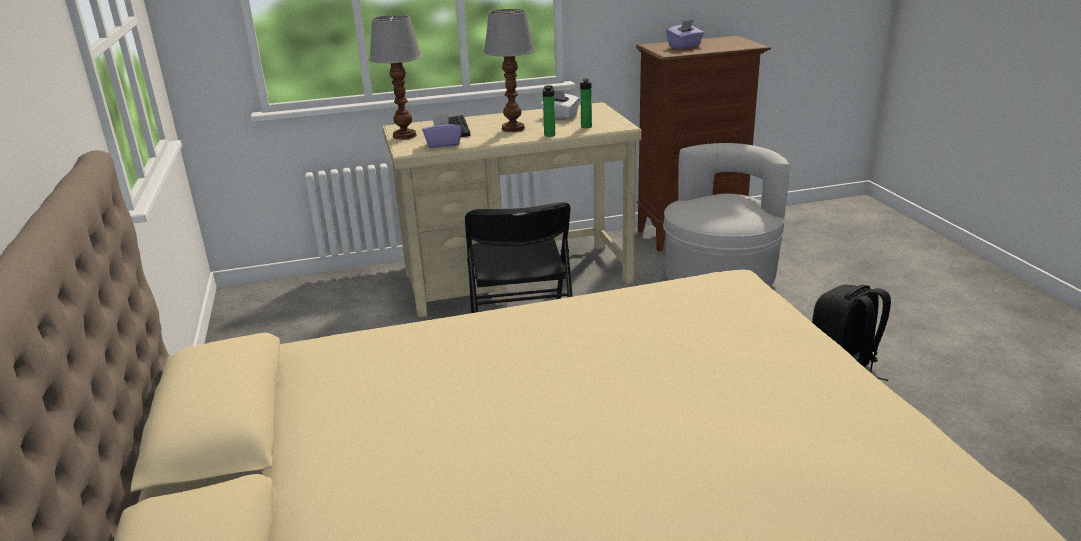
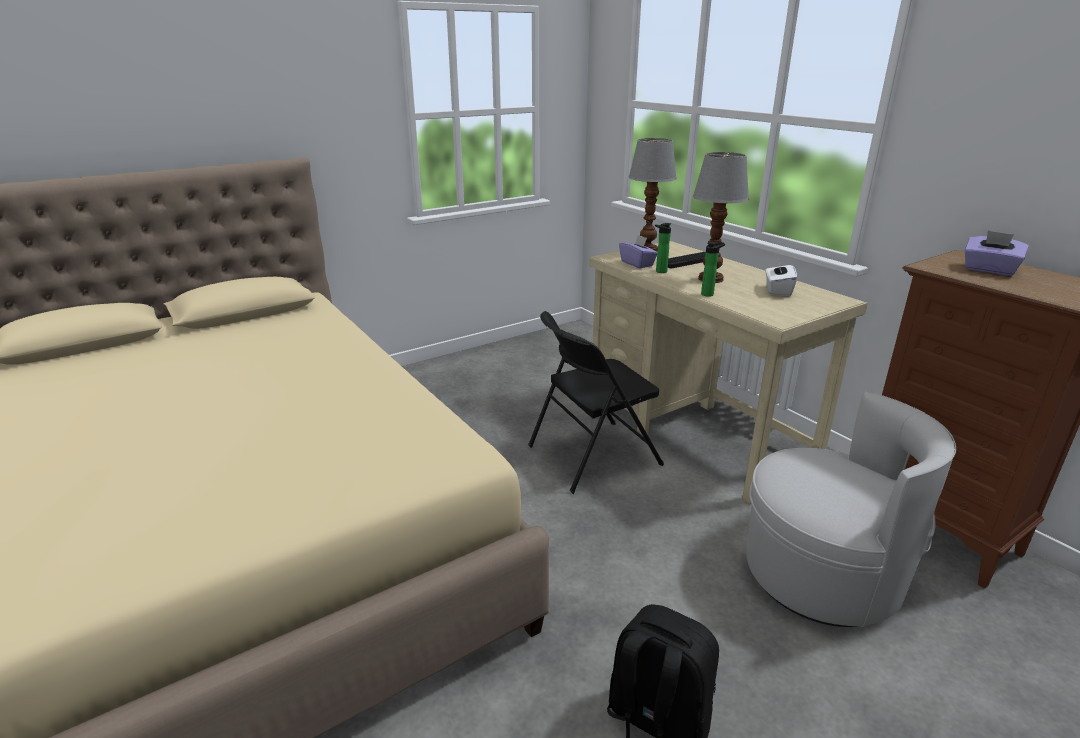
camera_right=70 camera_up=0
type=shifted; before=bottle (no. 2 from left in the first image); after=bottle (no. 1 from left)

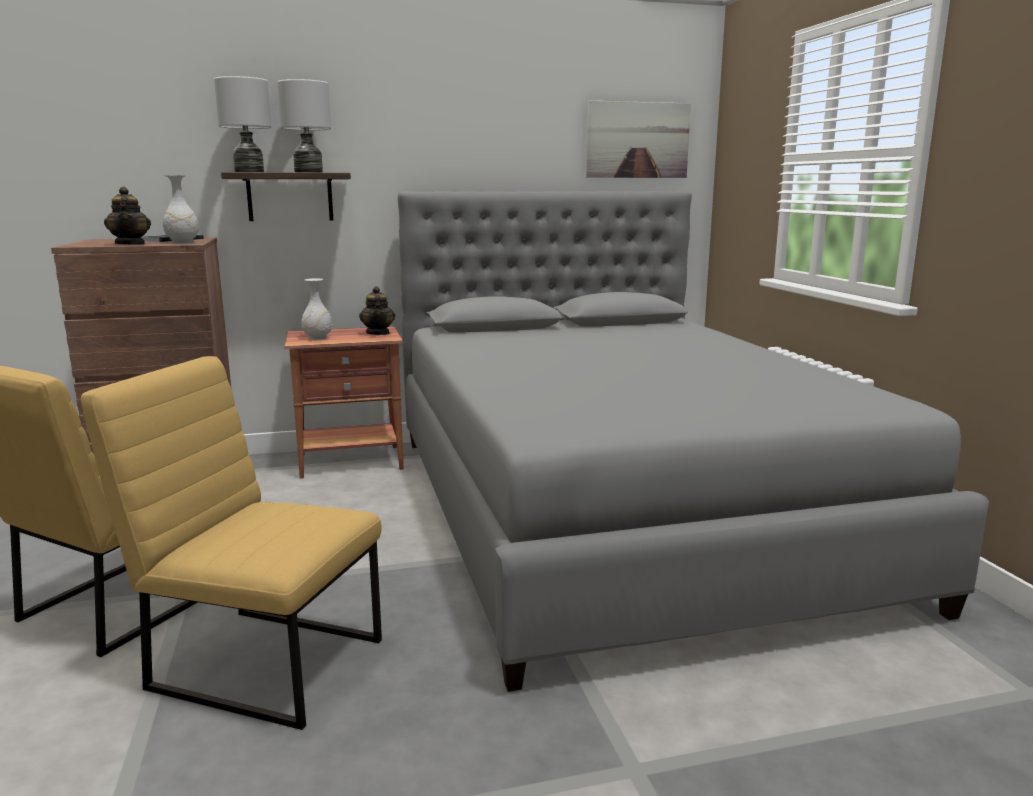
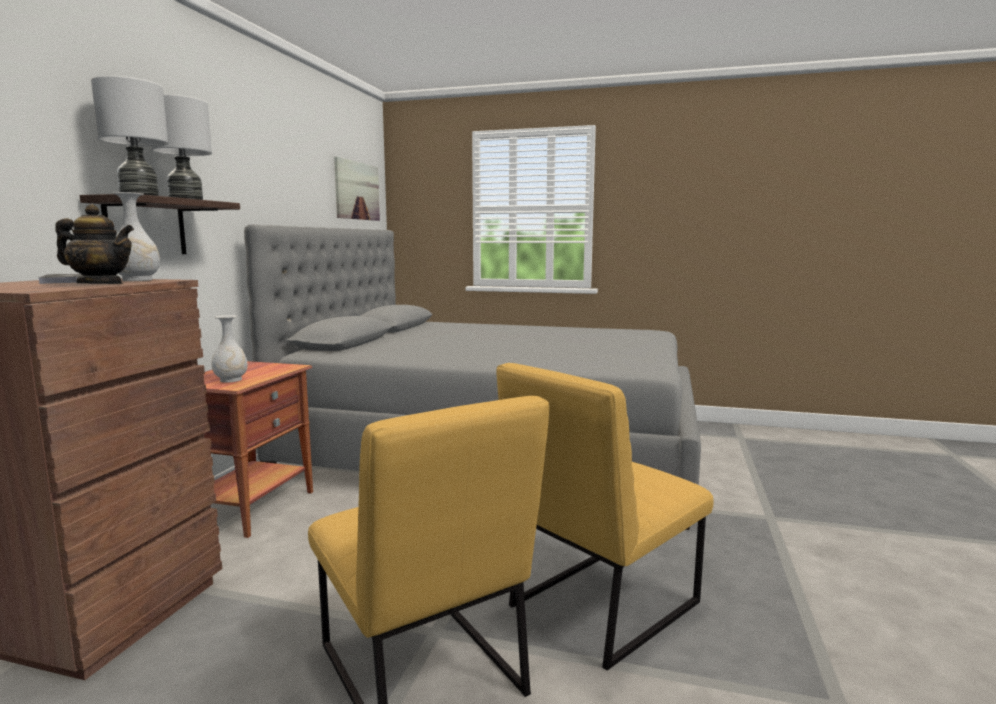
camera_right=-60 camera_up=-5
type=gone; before=teapot (no. 2 from left)

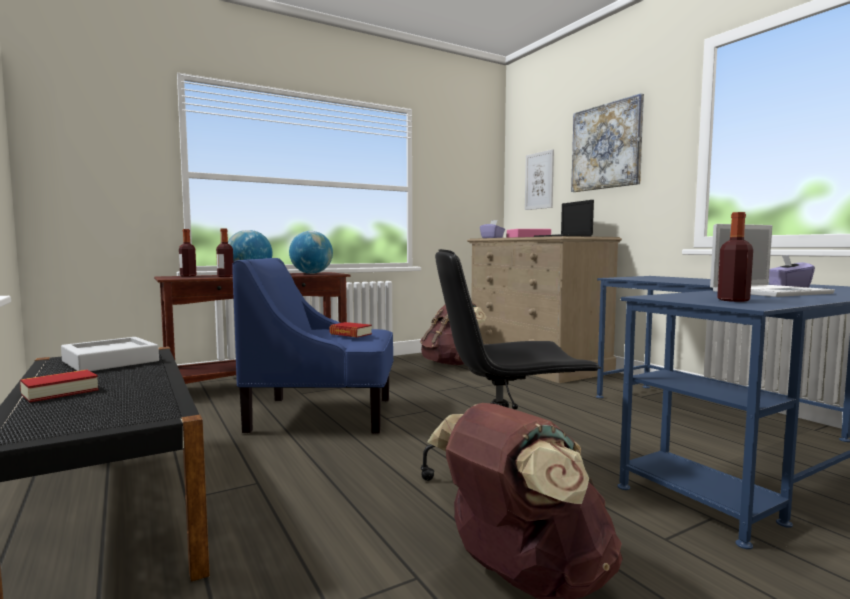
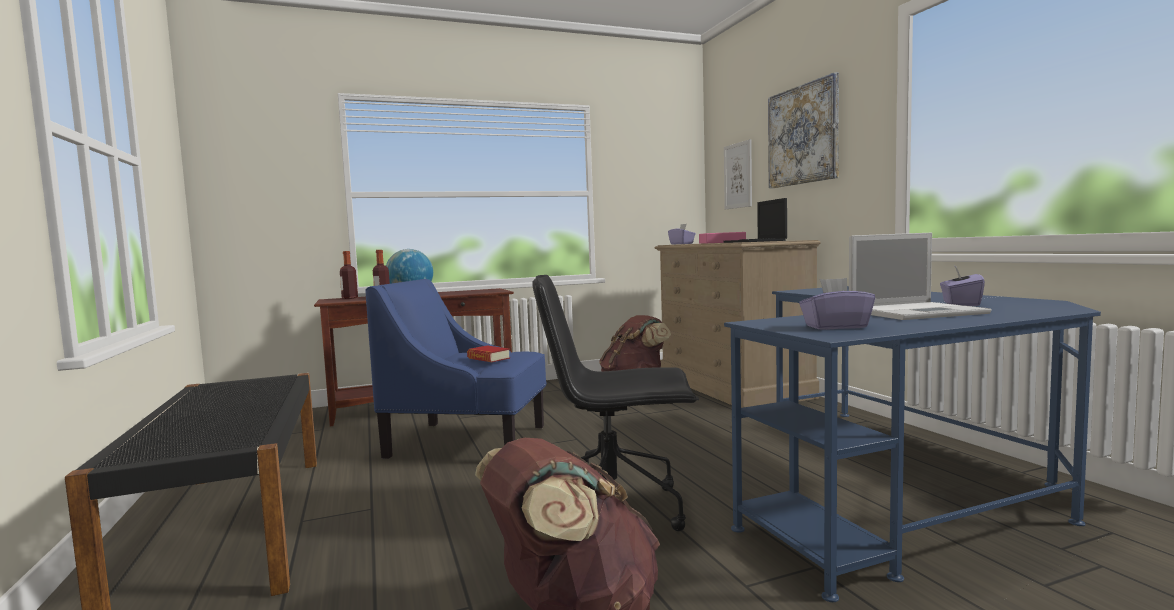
camera_right=10 camera_up=0
type=gone; before=book (no. 1 from left)
type=gone; before=tray/grey
type=gone; before=globe (no. 2 from left)
type=swapped; before=bottle (no. 3 from left); after=tissue box/purple (no. 2 from left)

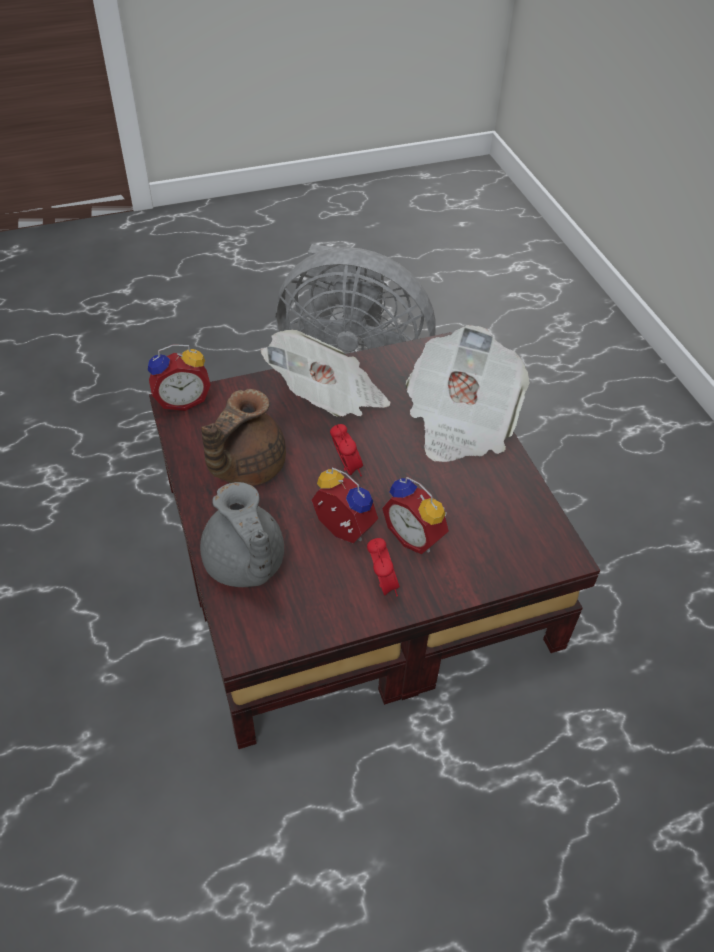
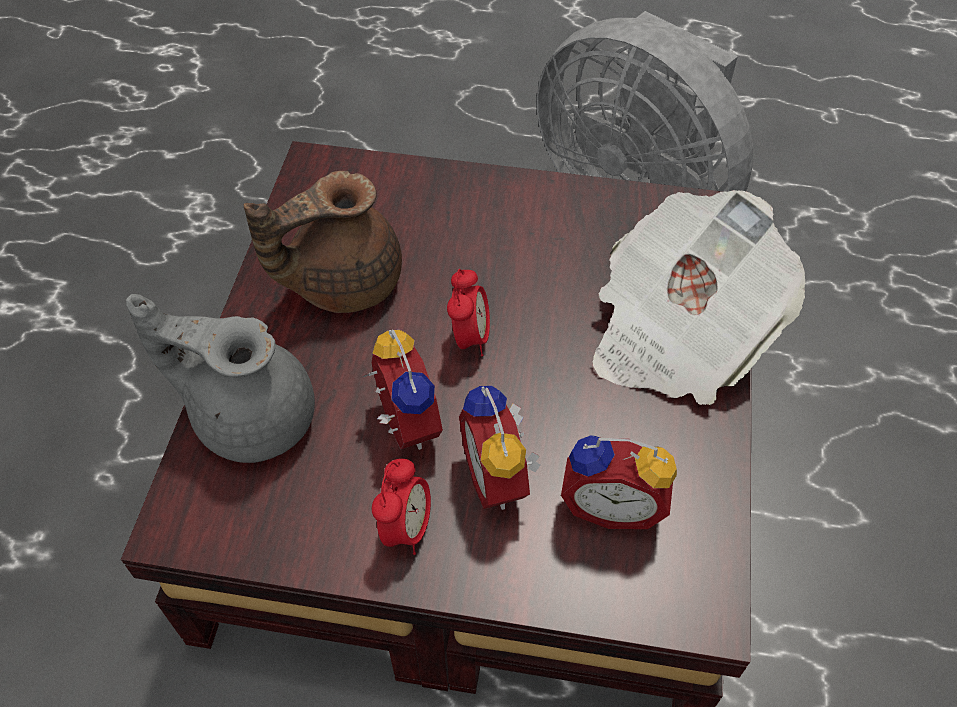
camera_right=30 camera_up=5
type=shifted; before=alarm clock (no. 1 from left in the first image); after=alarm clock (no. 5 from left)
type=rotated; before=teapot/grey; turn=105
type=gone; before=newspaper (no. 1 from left)

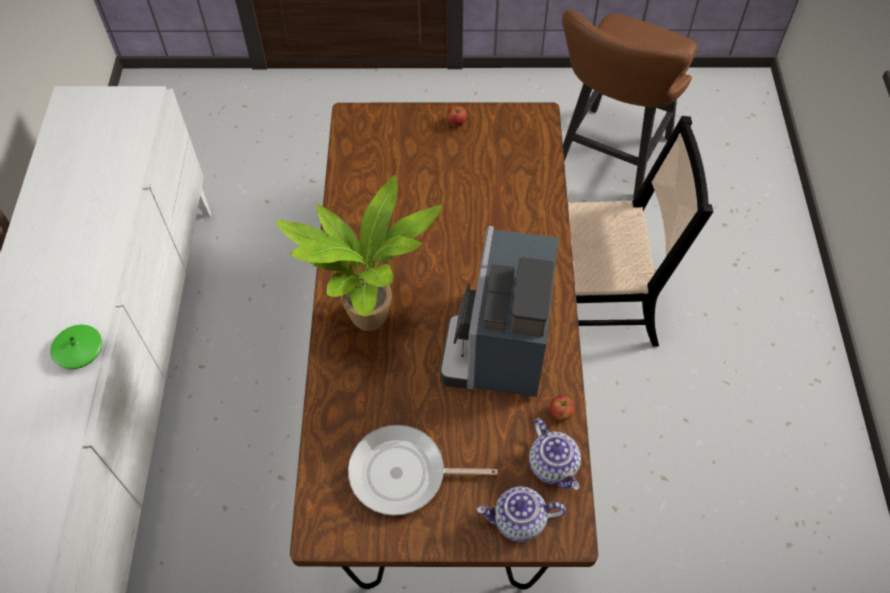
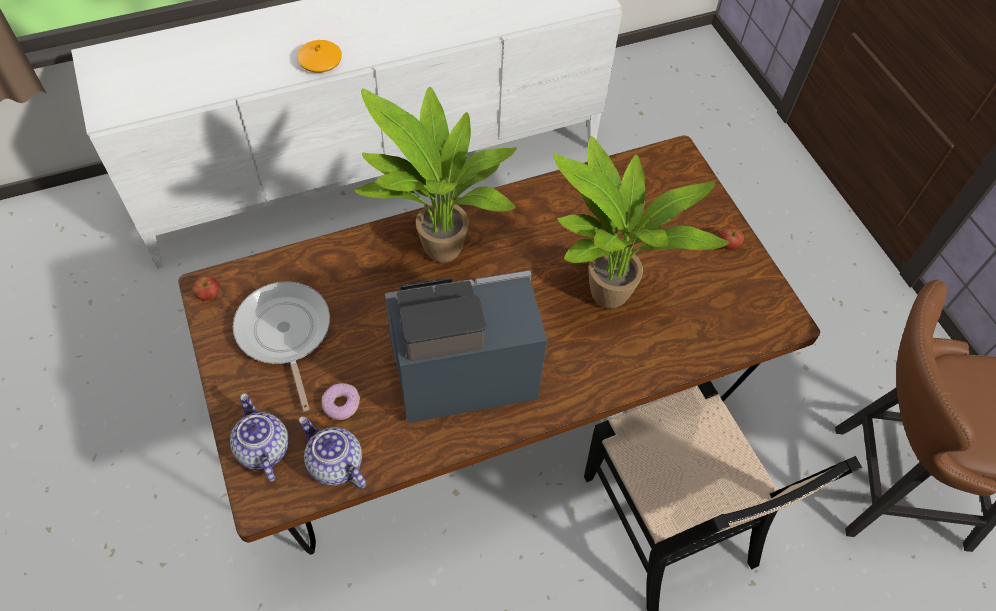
camera_right=65 camera_up=0
type=repainted; before=vase/green; after=vase/orange
type=rotated; before=teapot (no. 2 from left); turn=90
type=shifted; before=apple (no. 2 from left in the first image); after=apple (no. 1 from left)
type=new; after=donut
type=new; after=potted plant (no. 2 from left)

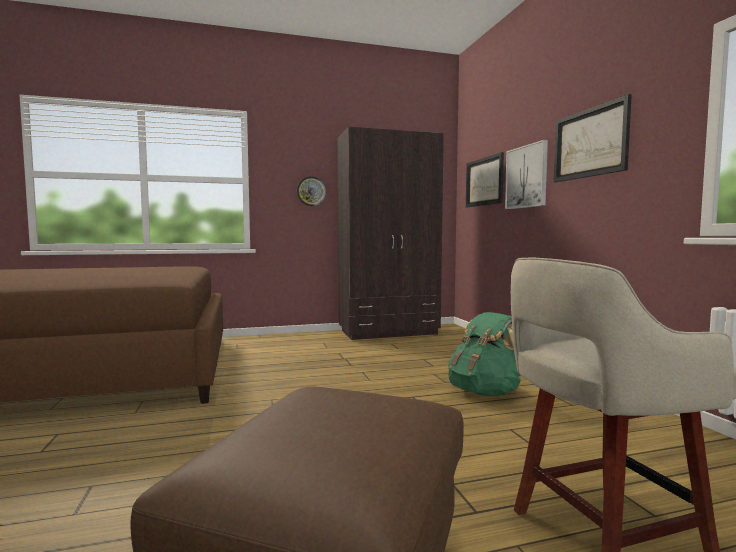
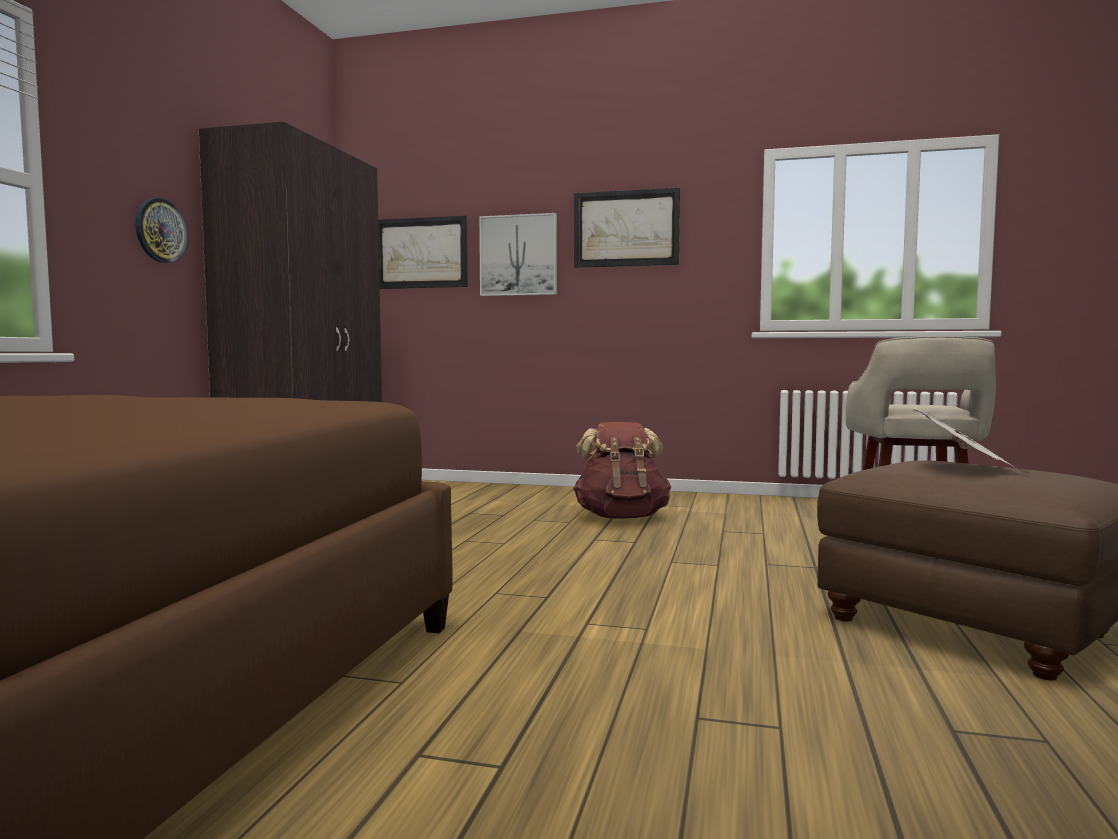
camera_right=-60 camera_up=0
type=repainted; before=backpack/green; after=backpack/brown
type=new; after=newspaper

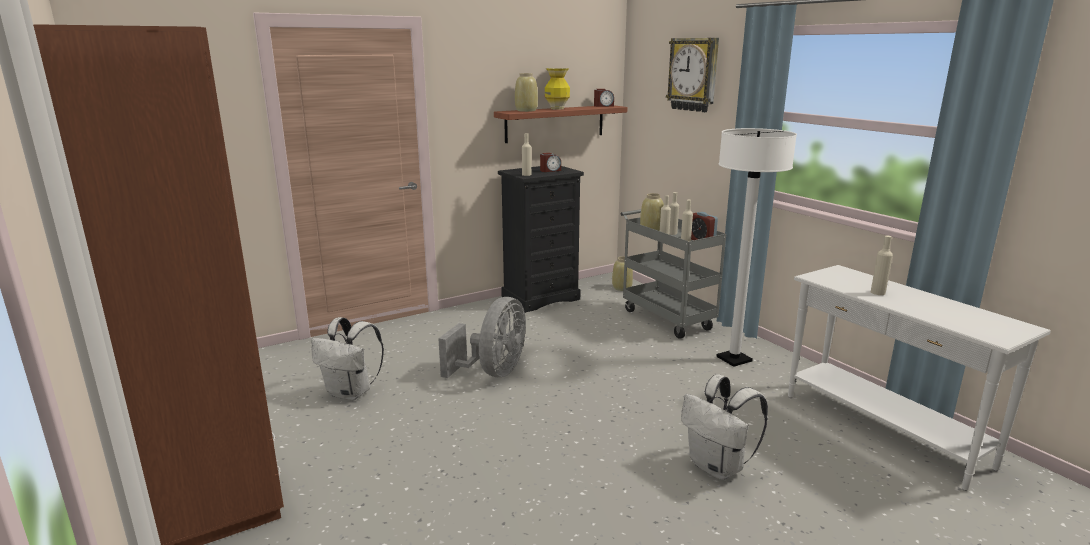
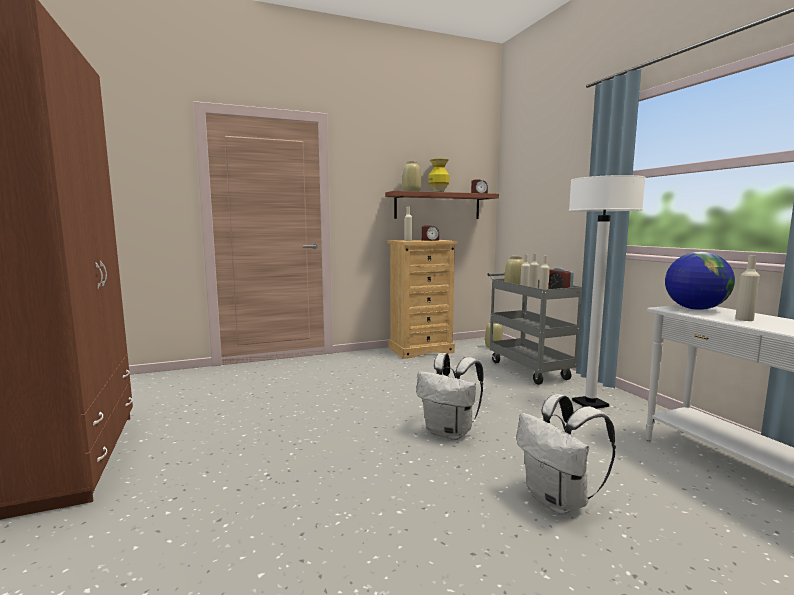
camera_right=10 camera_up=-10
type=shifted; before=backpack/white (no. 1 from left)
type=gone; before=fan/grey
type=repainted; before=dresser/black; after=dresser/beige
type=gone; before=wall clock
type=new; after=globe

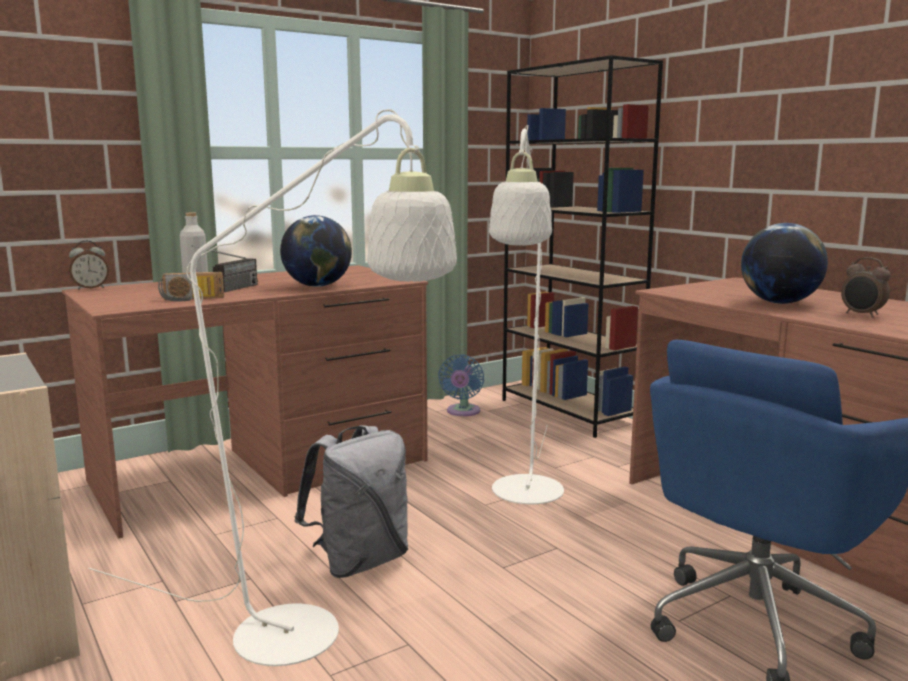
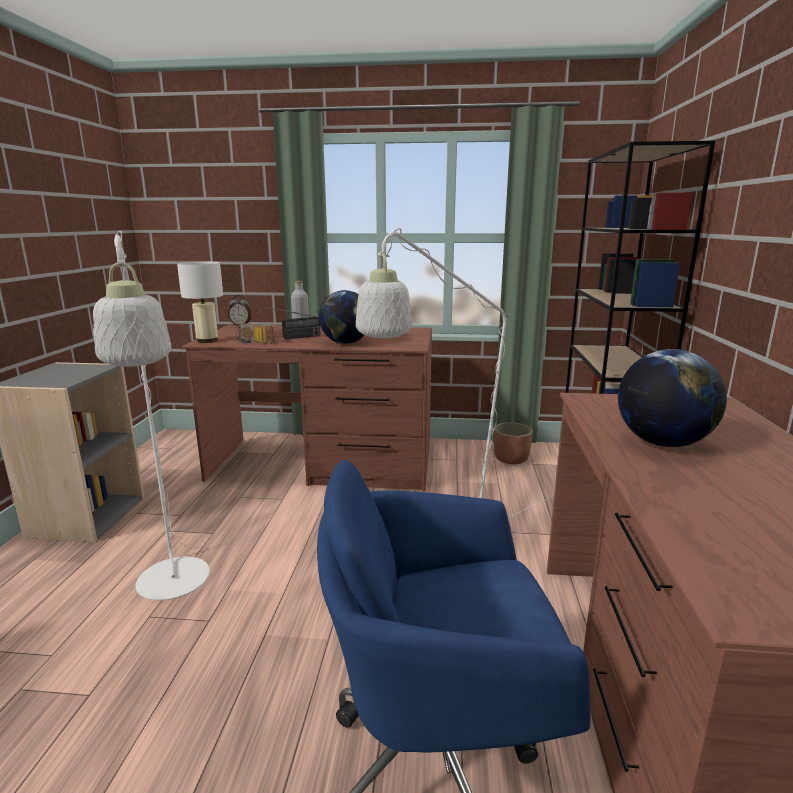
camera_right=40 camera_up=5
type=gone; before=backpack/grey
type=swapped; before=fan/blue; after=planter
type=gone; before=alarm clock (no. 2 from left)
type=new; after=table lamp/white

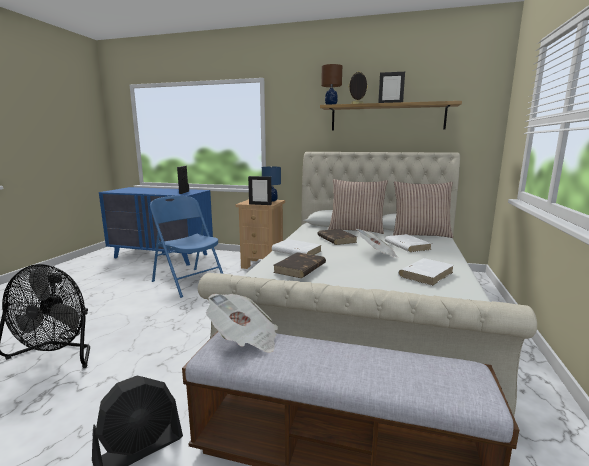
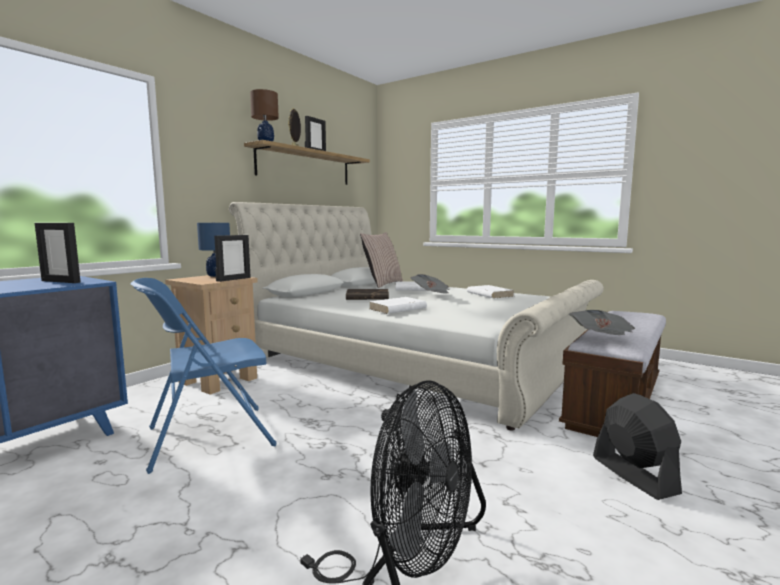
camera_right=-70 camera_up=-5
type=gone; before=book/brown (no. 1 from left)
type=gone; before=pillow (no. 1 from left)

